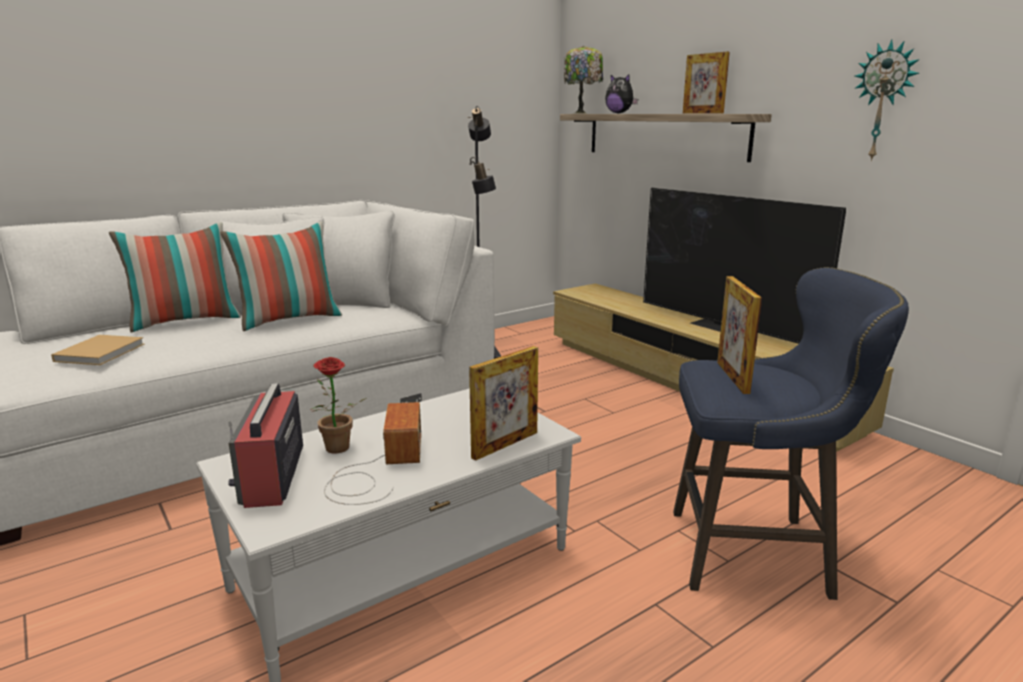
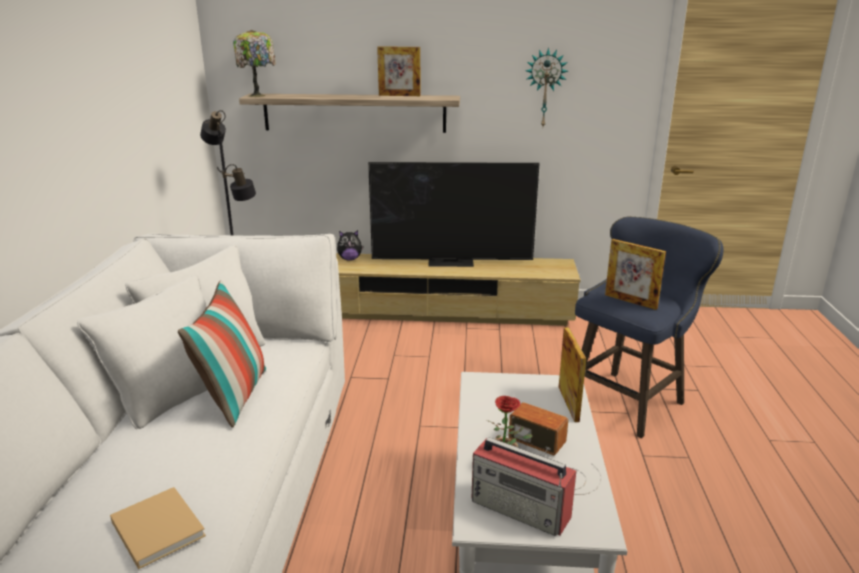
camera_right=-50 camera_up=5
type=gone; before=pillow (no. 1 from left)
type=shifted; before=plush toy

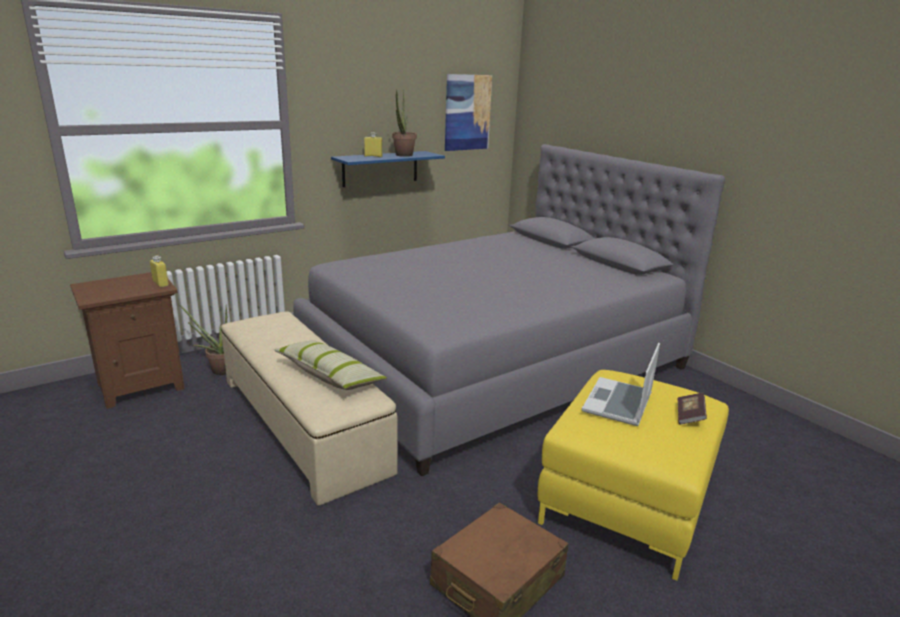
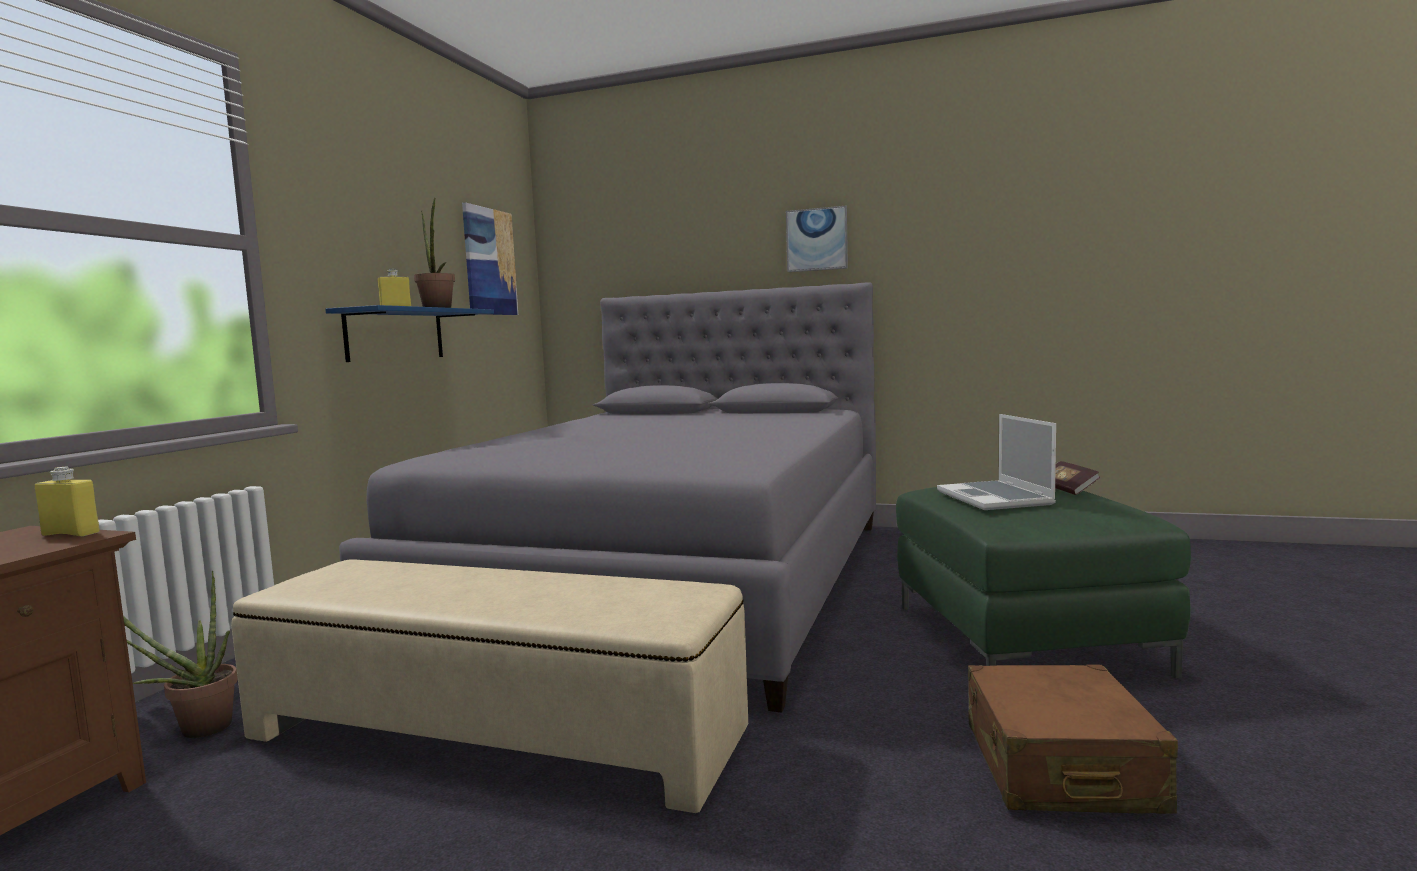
camera_right=-35 camera_up=-15
type=gone; before=pillow
type=repainted; before=ottoman/yellow; after=ottoman/green
type=new; after=picture (no. 2 from left)

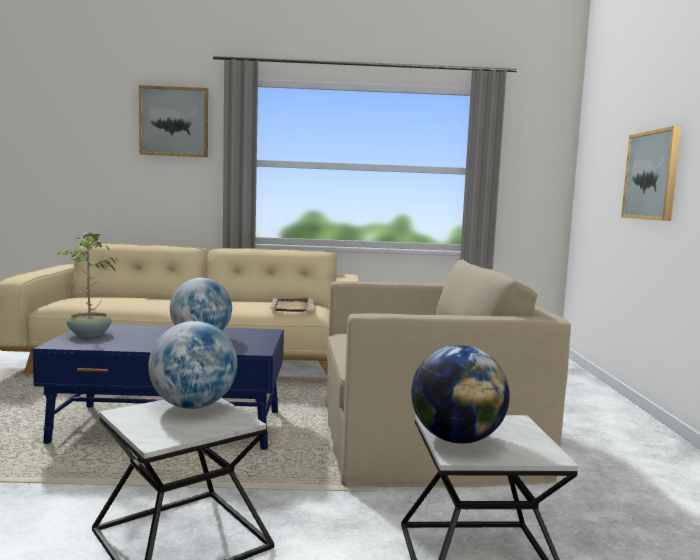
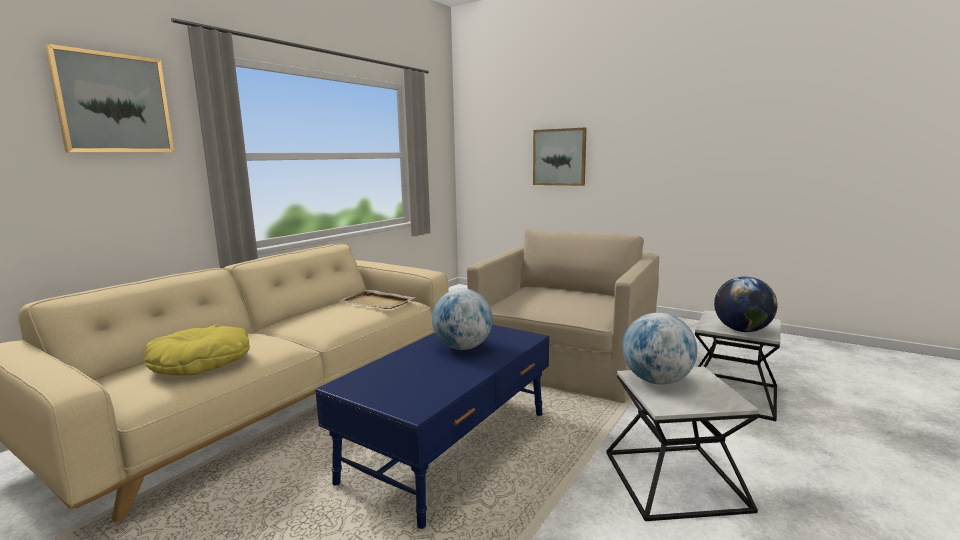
camera_right=-55 camera_up=5
type=gone; before=potted plant
type=new; after=pillow/yellow

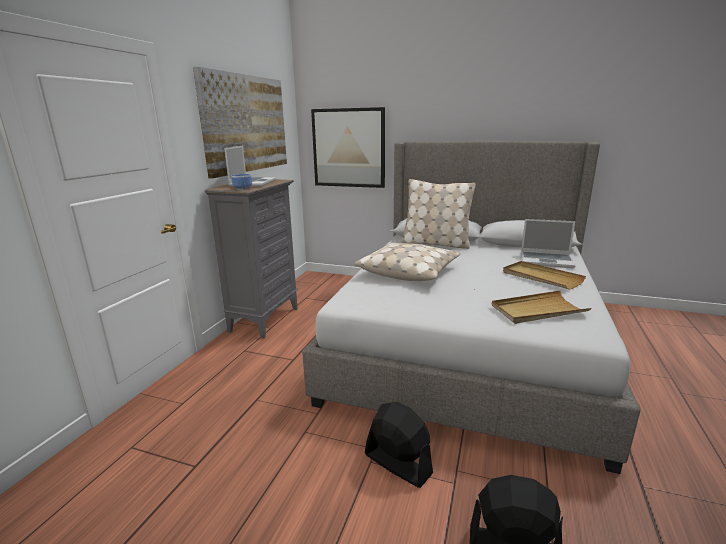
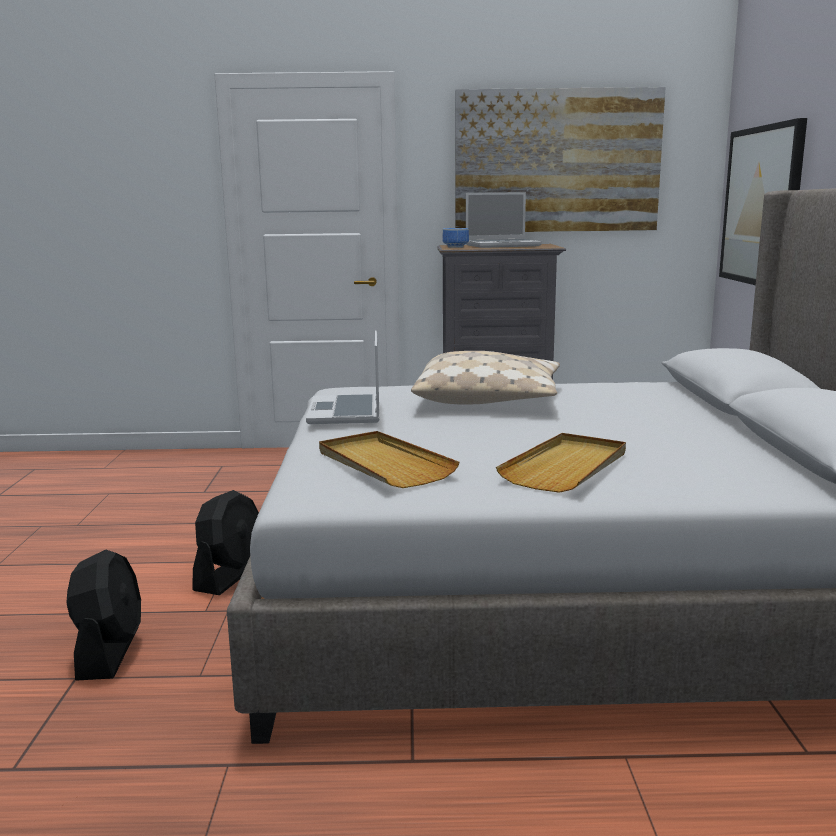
camera_right=70 camera_up=-5
type=gone; before=pillow/beige (no. 2 from left)
type=shifted; before=laptop (no. 2 from left in the first image); after=laptop (no. 1 from left)

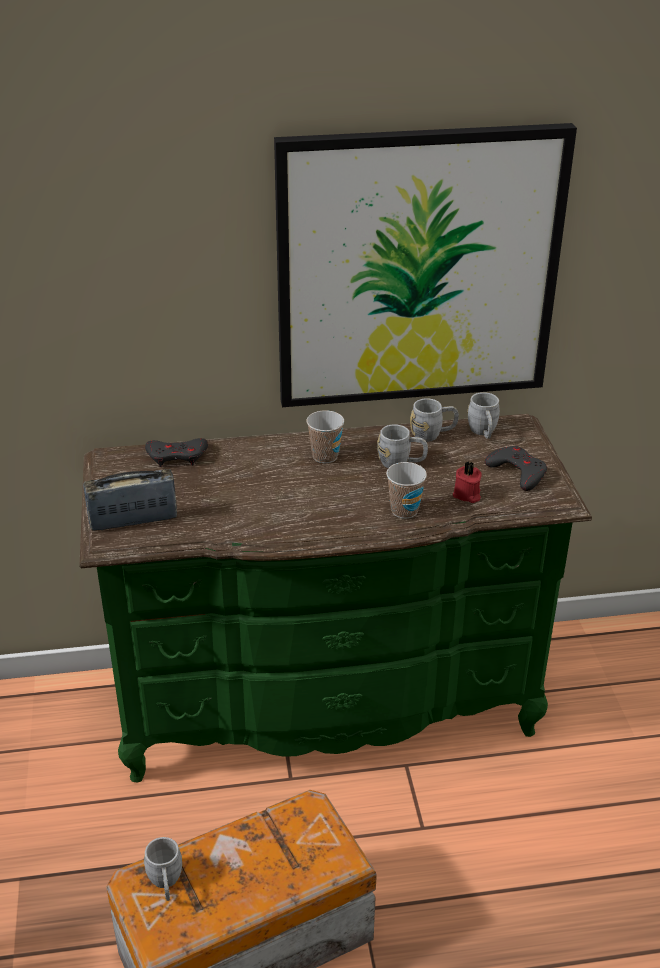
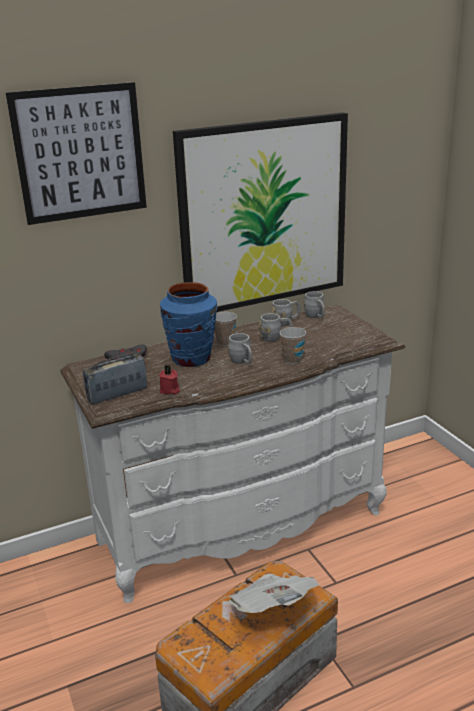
camera_right=-15 camera_up=-10
type=repainted; before=dresser/green; after=dresser/white
type=shifted; before=mug/grey (no. 1 from left)
type=shifted; before=candle/red
type=gone; before=game controller/grey (no. 2 from left)
type=new; after=picture (no. 1 from left)
type=new; after=vase/blue
type=new; after=newspaper

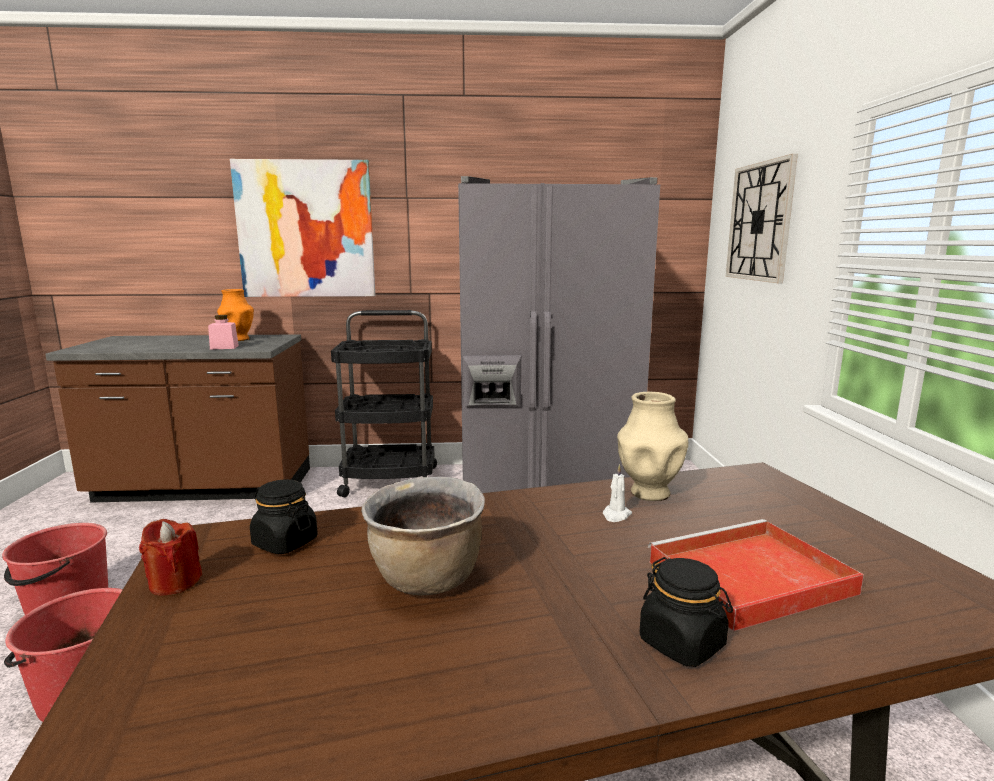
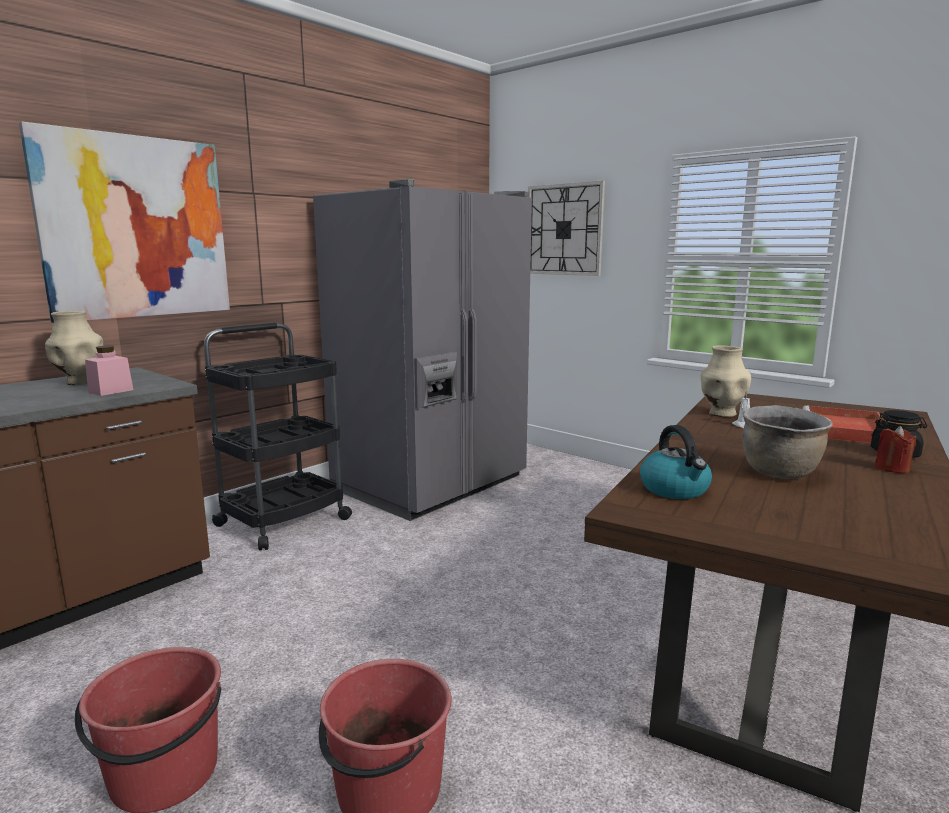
camera_right=-45 camera_up=0
type=shifted; before=candle/red
type=repainted; before=vase/orange; after=vase/beige (no. 1 from left)
type=swapped; before=jar/black (no. 1 from left); after=kettle

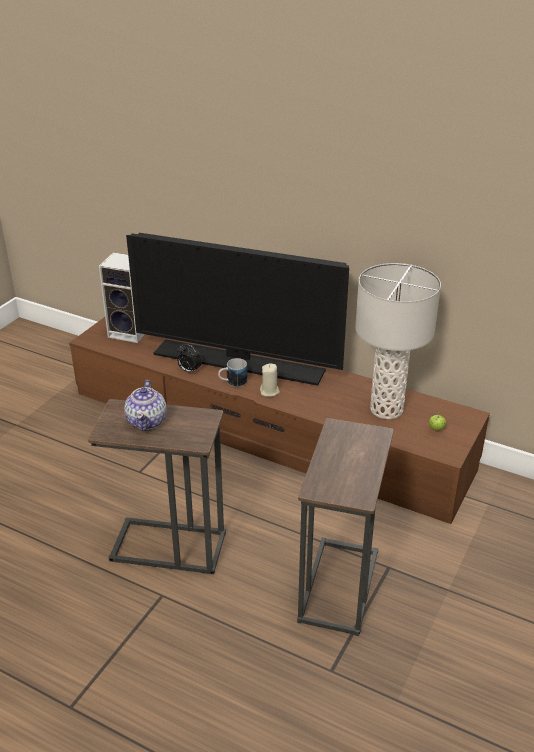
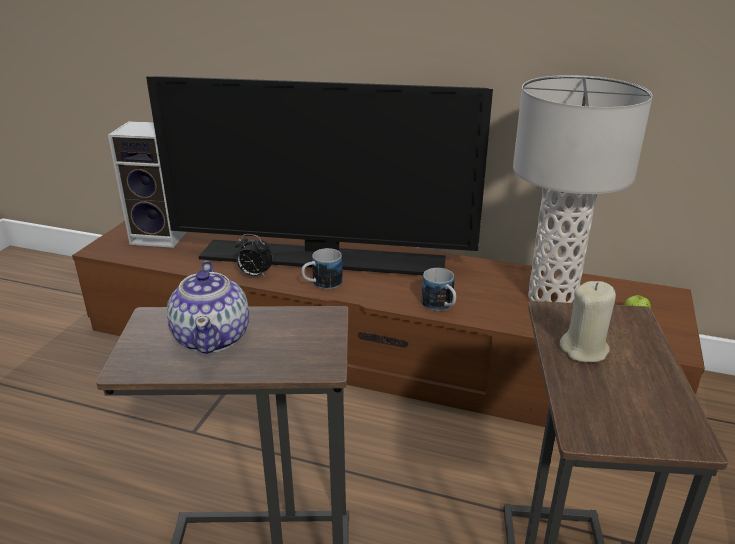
camera_right=-10 camera_up=-5
type=shifted; before=candle/beige
type=new; after=mug (no. 2 from left)

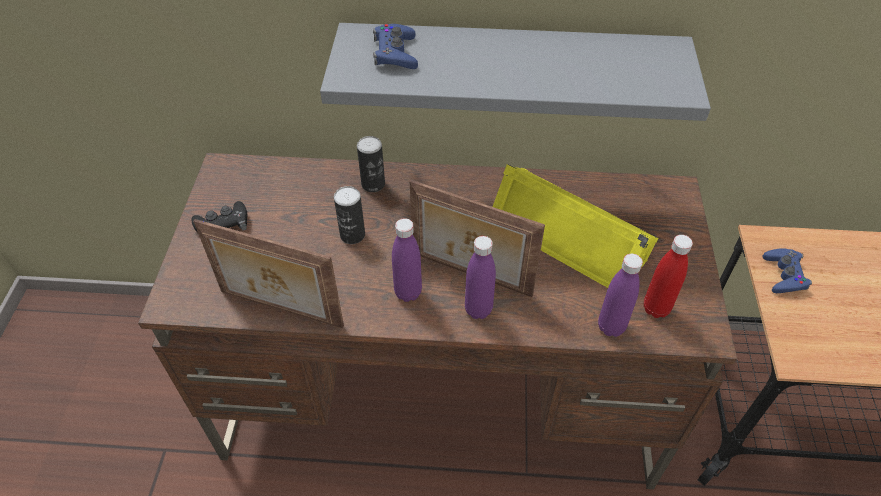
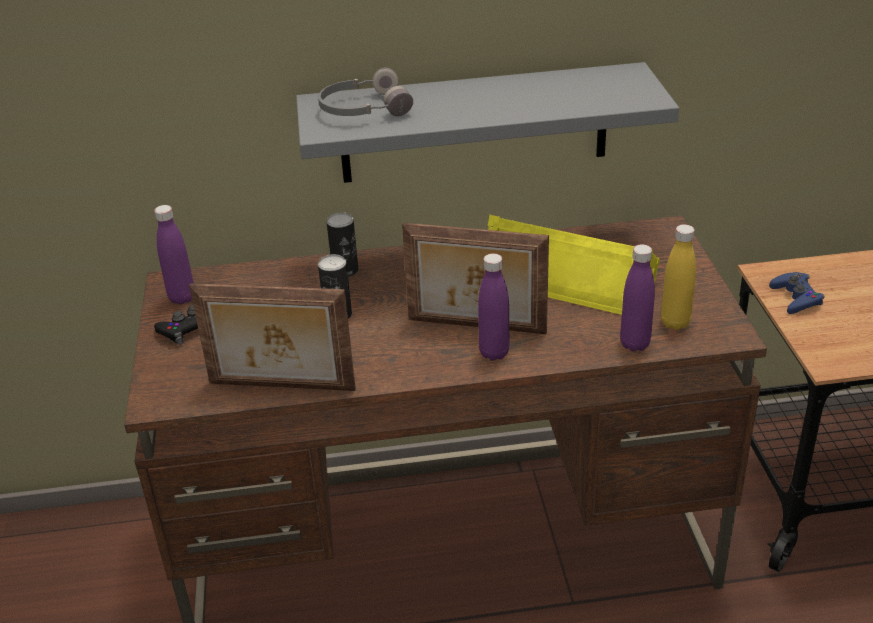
camera_right=-10 camera_up=-15
type=swapped; before=game controller/blue (no. 1 from left); after=headphones/grey
type=shifted; before=bottle/purple (no. 1 from left)
type=repainted; before=bottle/red; after=bottle/yellow

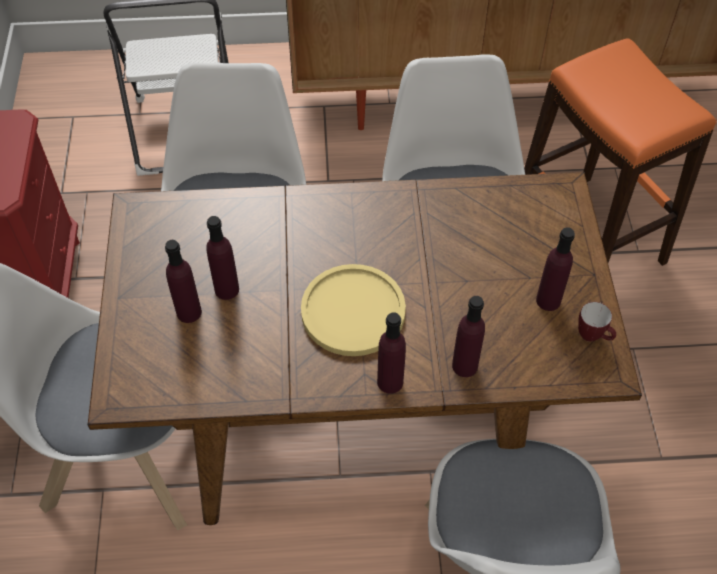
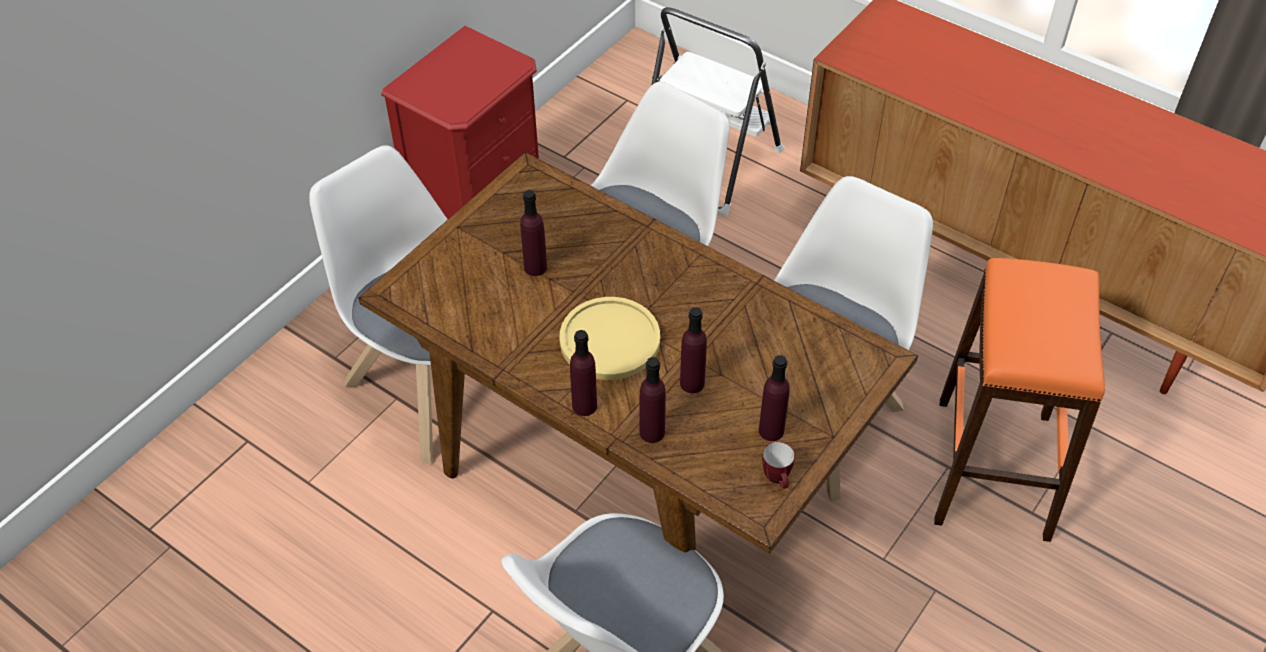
camera_right=40 camera_up=-5
type=shifted; before=bottle/purple (no. 1 from left in the first image); after=bottle/purple (no. 4 from left)

